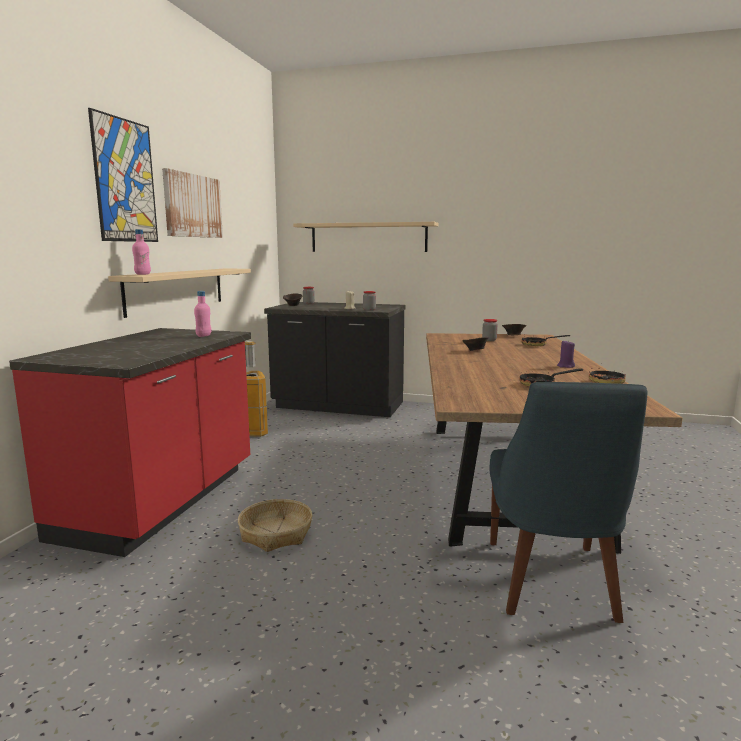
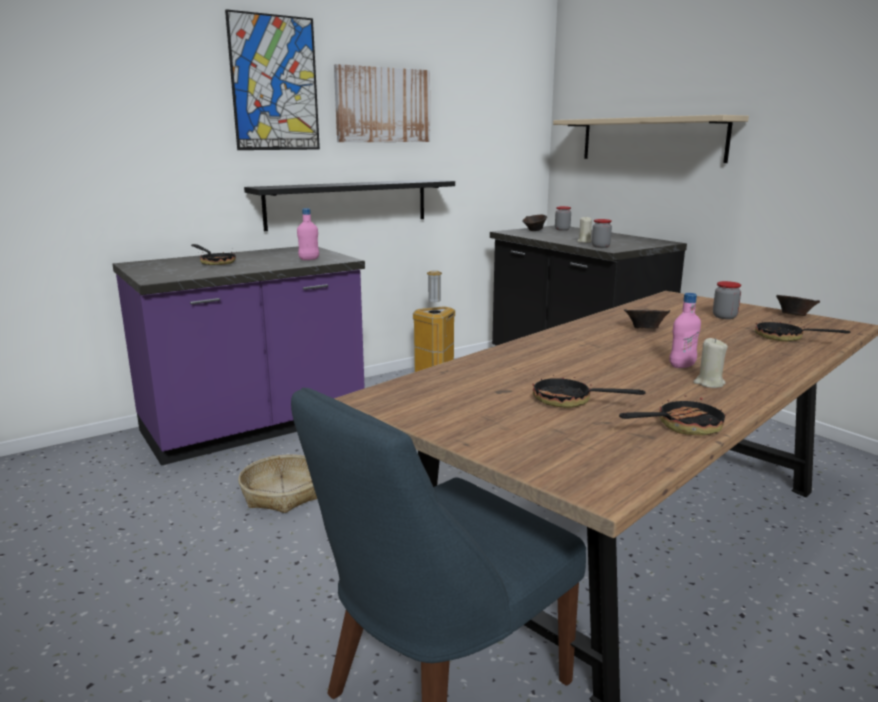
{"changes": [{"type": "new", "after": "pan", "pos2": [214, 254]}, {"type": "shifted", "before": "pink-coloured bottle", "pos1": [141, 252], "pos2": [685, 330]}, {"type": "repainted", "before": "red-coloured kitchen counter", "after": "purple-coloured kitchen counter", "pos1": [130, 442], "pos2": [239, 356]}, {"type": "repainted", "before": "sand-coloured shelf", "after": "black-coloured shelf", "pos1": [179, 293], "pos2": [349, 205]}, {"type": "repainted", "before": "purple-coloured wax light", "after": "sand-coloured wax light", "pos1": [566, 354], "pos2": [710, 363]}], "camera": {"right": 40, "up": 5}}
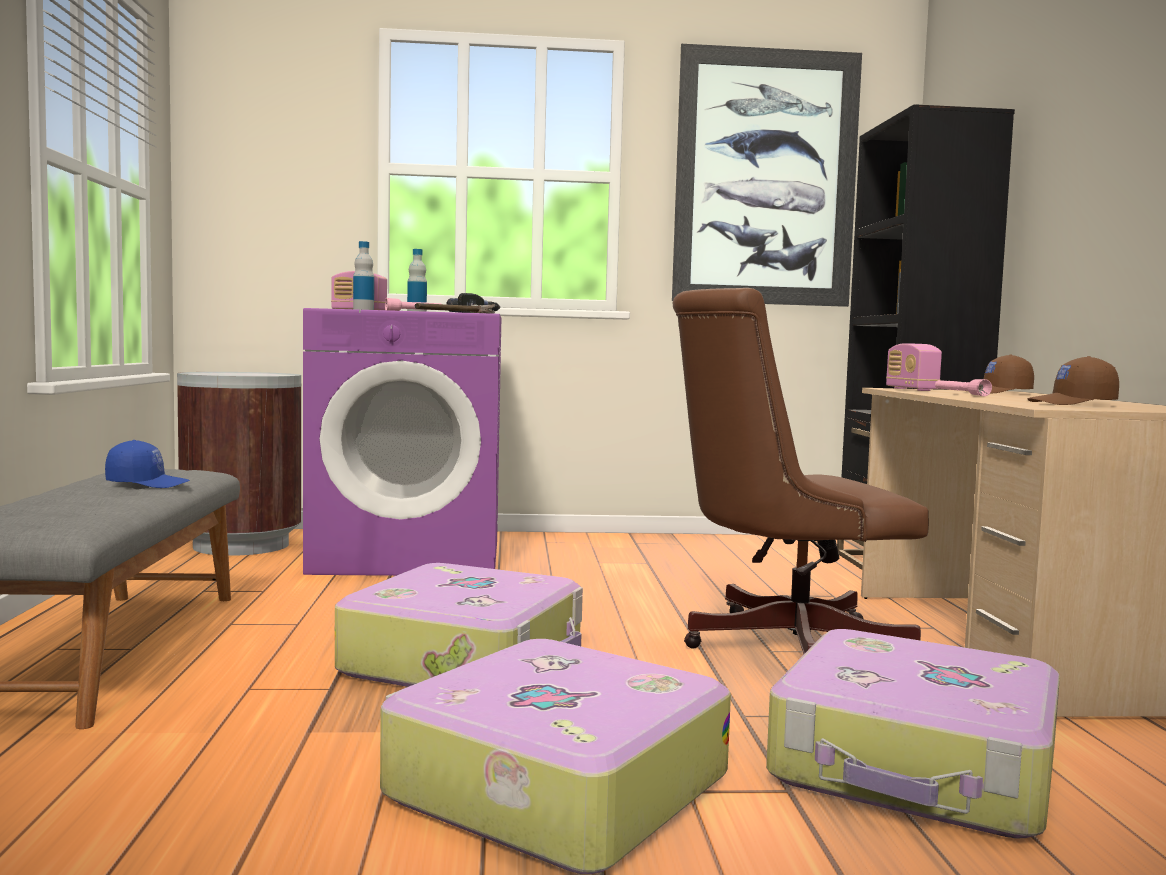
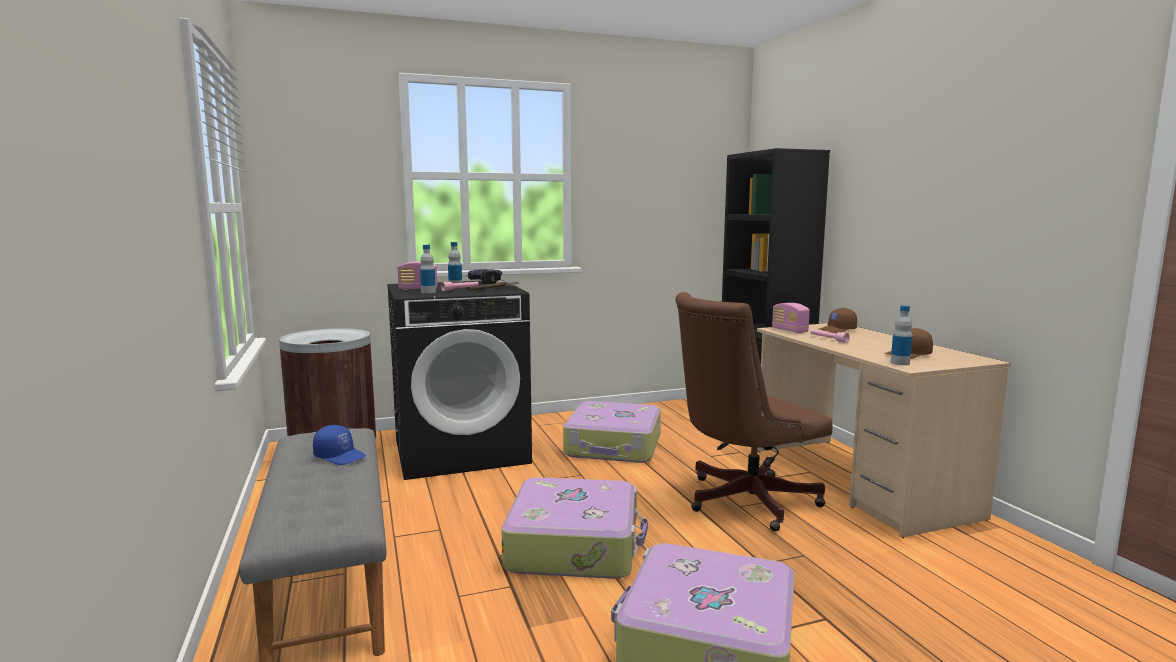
{"changes": [{"type": "gone", "before": "picture", "pos1": [767, 175]}, {"type": "new", "after": "bottle", "pos2": [901, 335]}, {"type": "shifted", "before": "suitcase", "pos1": [913, 733], "pos2": [612, 432]}, {"type": "repainted", "before": "purple-coloured laundry appliance", "after": "black-coloured laundry appliance", "pos1": [402, 442], "pos2": [459, 380]}, {"type": "rotated", "before": "blue-coloured peaked cap", "pos1": [147, 464], "pos2": [339, 445], "turn": 45}], "camera": {"right": -15, "up": 5}}
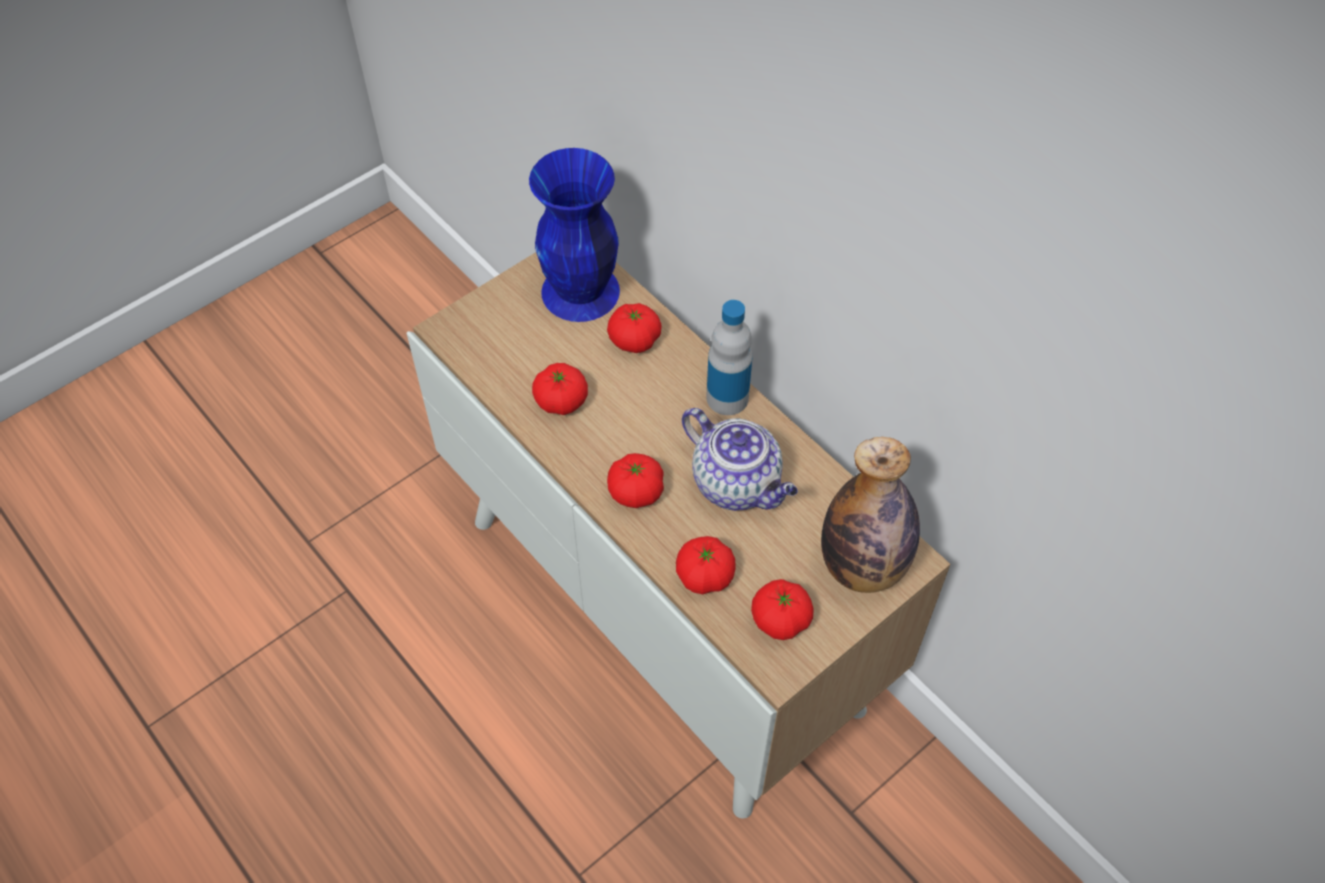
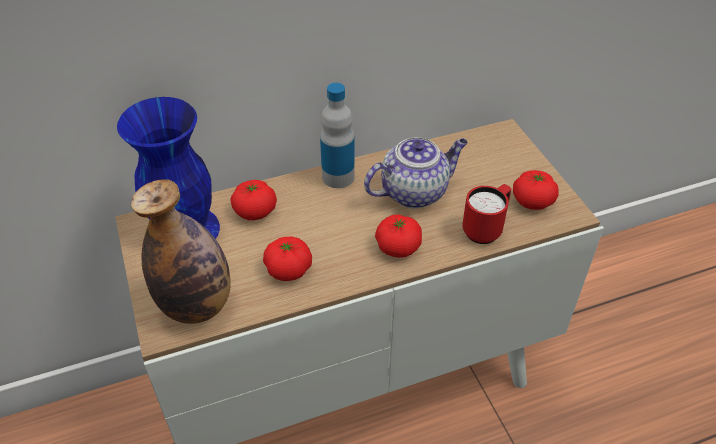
{"changes": [{"type": "shifted", "before": "bottle", "pos1": [870, 515], "pos2": [181, 251]}, {"type": "swapped", "before": "whole tomato", "after": "red-coloured tea mug", "pos1": [706, 565], "pos2": [486, 214]}], "camera": {"right": -70, "up": -10}}
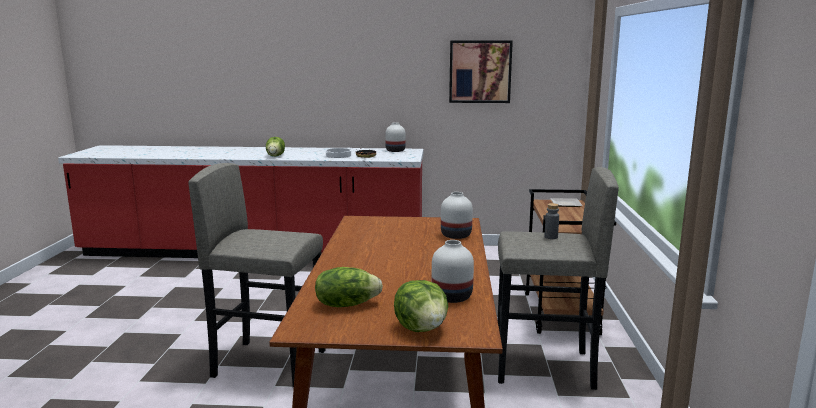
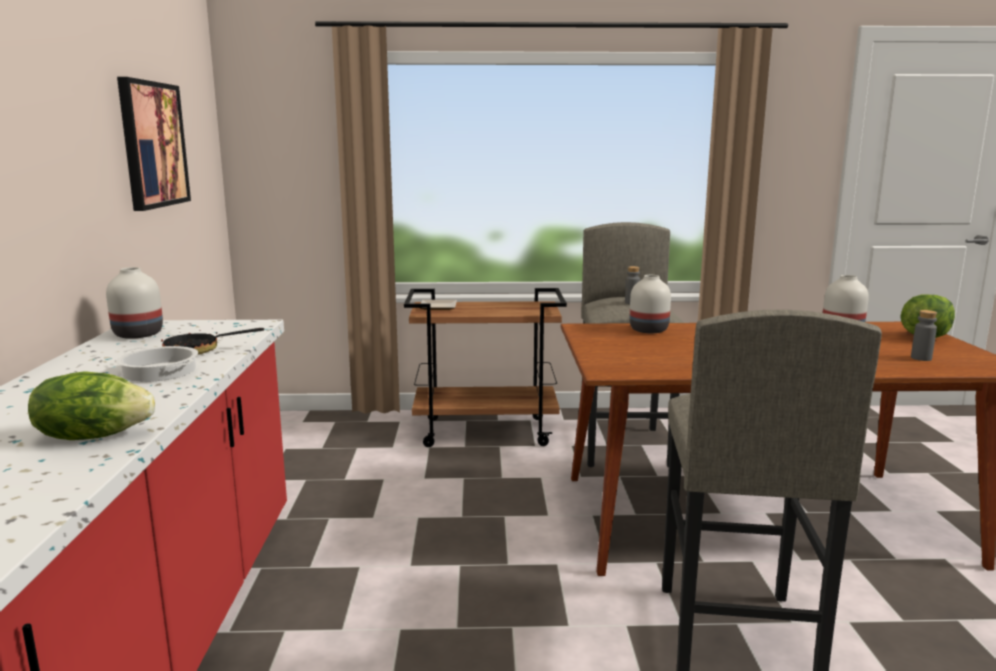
{"changes": [{"type": "swapped", "before": "lettuce head", "after": "grey bottle", "pos1": [349, 287], "pos2": [924, 335]}], "camera": {"right": -95, "up": 0}}
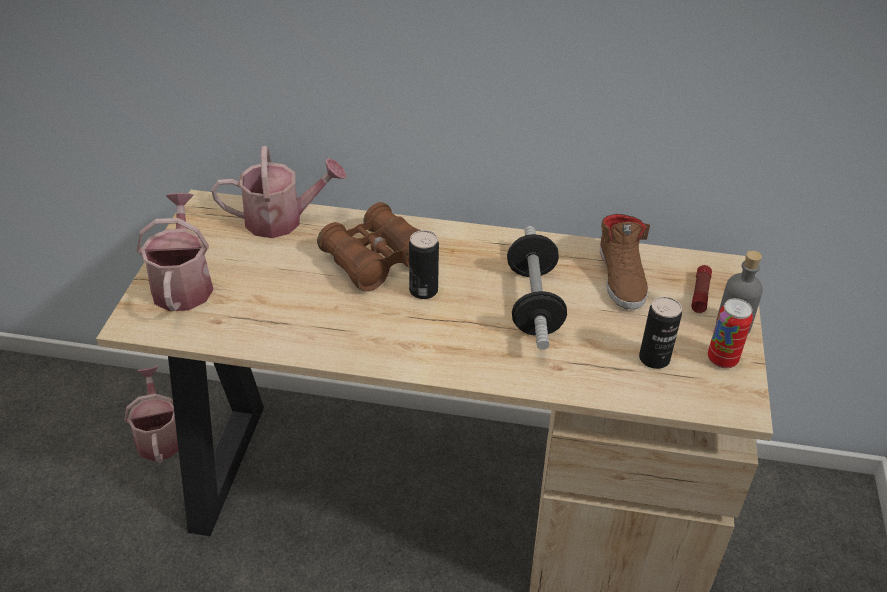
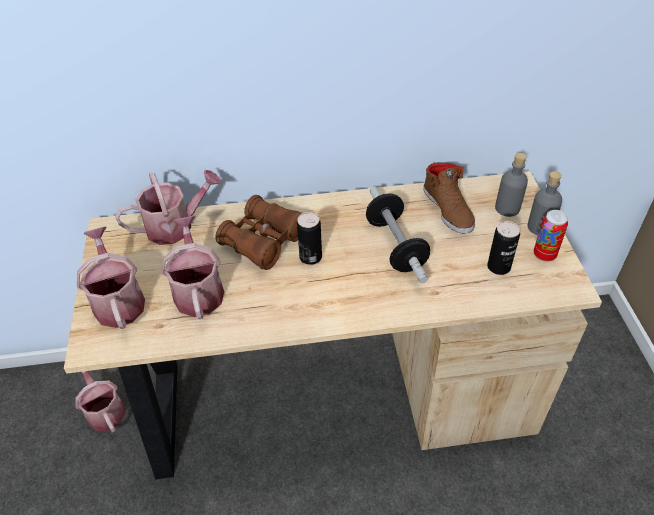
{"changes": [{"type": "new", "after": "watering can", "pos2": [192, 267]}, {"type": "swapped", "before": "torch", "after": "grey bottle", "pos1": [702, 289], "pos2": [511, 185]}], "camera": {"right": -15, "up": 5}}
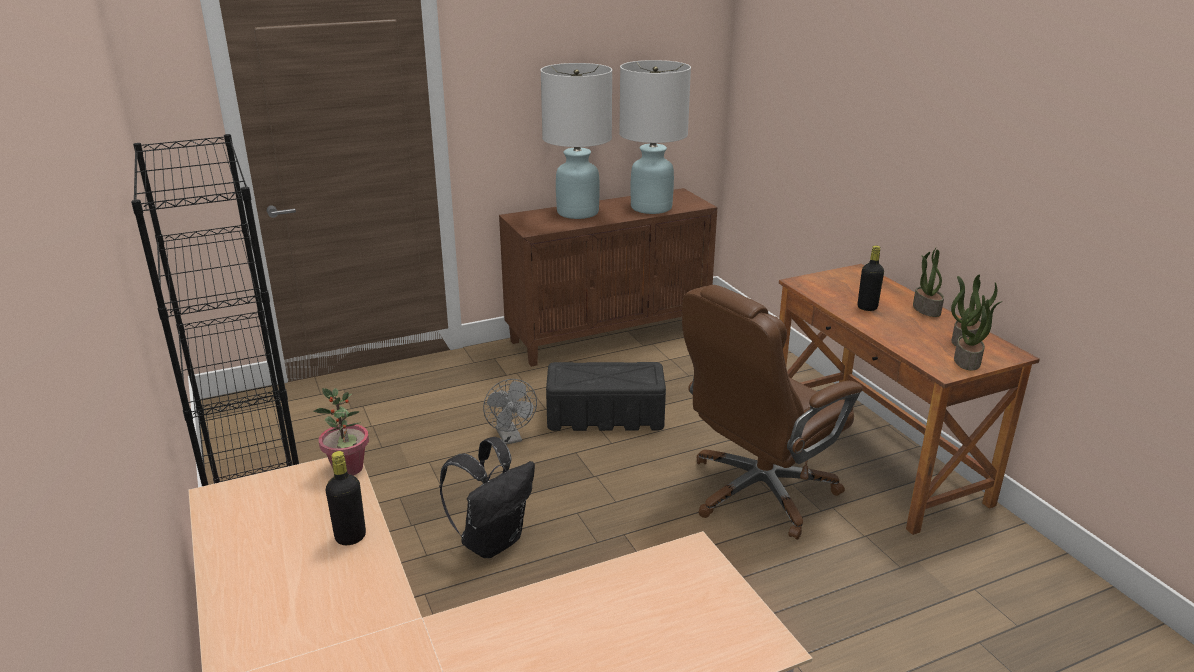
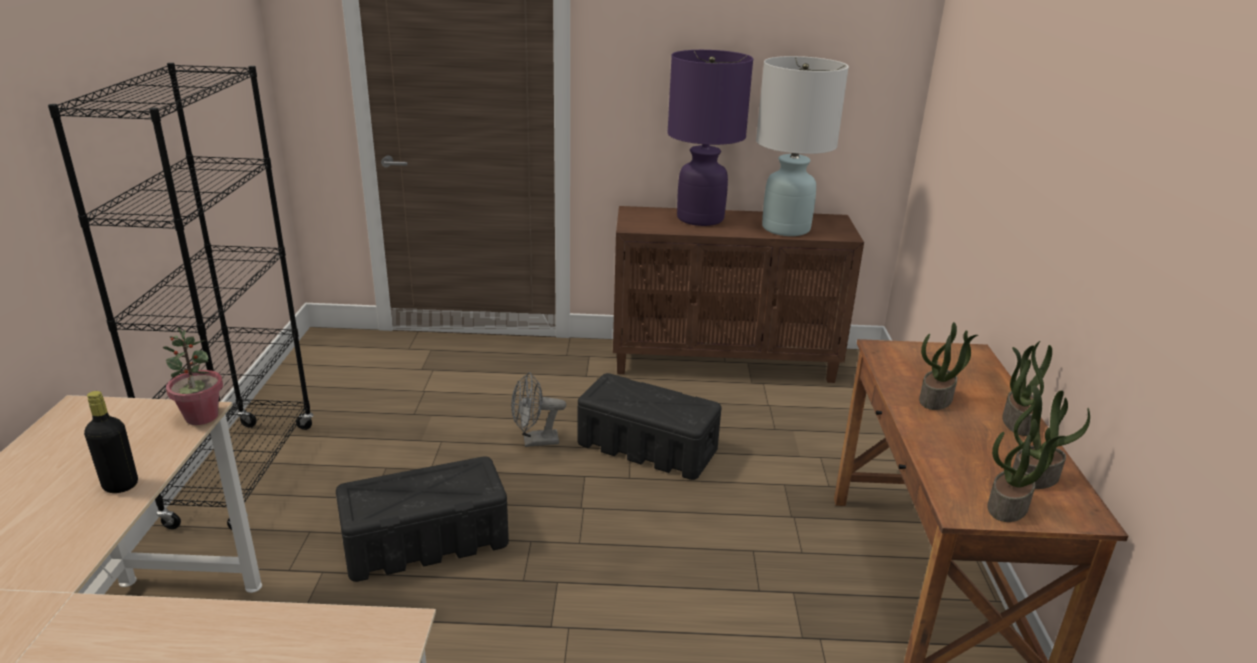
{"changes": [{"type": "gone", "before": "brown desk chair", "pos1": [772, 412]}, {"type": "swapped", "before": "black-coloured backpack", "after": "black-coloured storage container", "pos1": [487, 497], "pos2": [422, 519]}, {"type": "swapped", "before": "black-coloured bottle", "after": "potted plant", "pos1": [871, 278], "pos2": [948, 366]}, {"type": "repainted", "before": "whitish lamp for a table", "after": "purple-coloured lamp for a table", "pos1": [576, 141], "pos2": [710, 138]}, {"type": "rotated", "before": "grey fan", "pos1": [510, 412], "pos2": [538, 409], "turn": 75}], "camera": {"right": 25, "up": 0}}
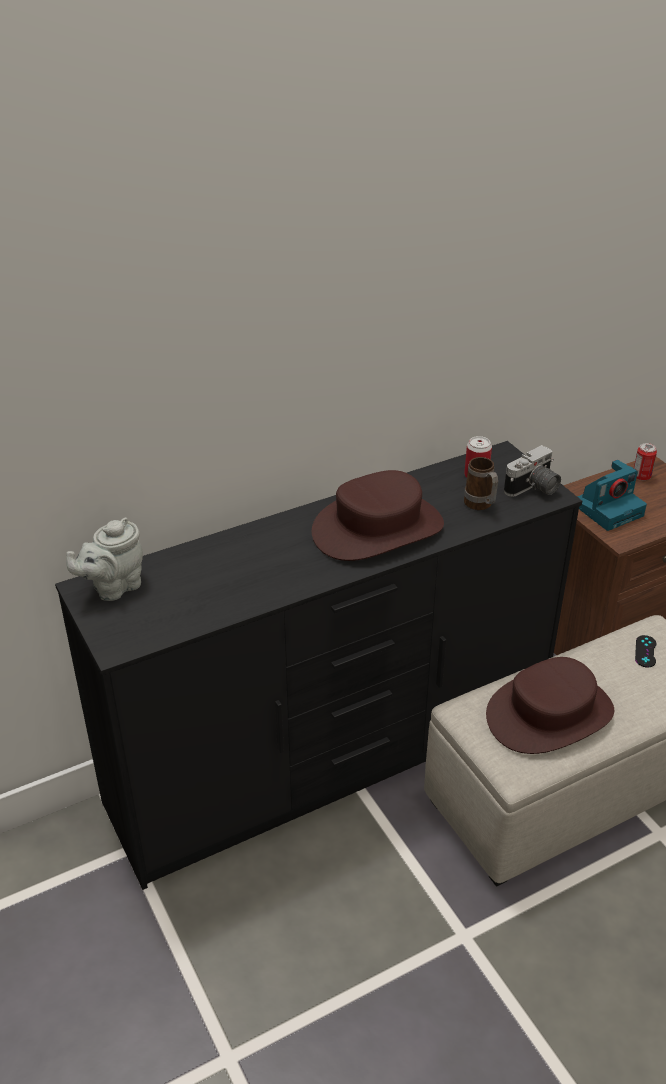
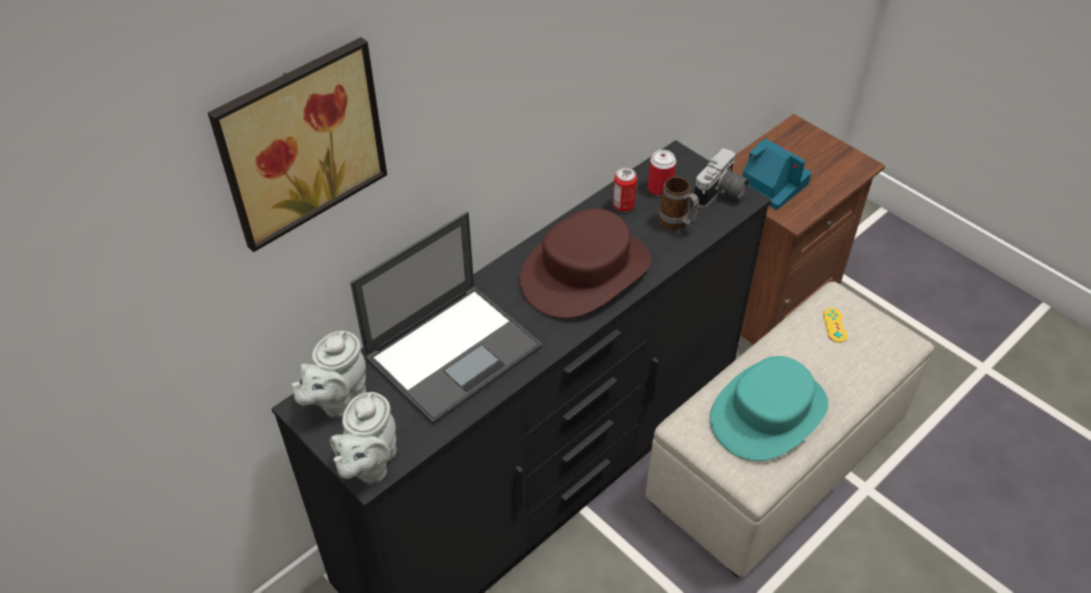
{"changes": [{"type": "new", "after": "picture", "pos2": [297, 144]}, {"type": "new", "after": "grey pot for tea", "pos2": [363, 438]}, {"type": "new", "after": "portable computer", "pos2": [446, 318]}, {"type": "shifted", "before": "can", "pos1": [645, 461], "pos2": [625, 190]}, {"type": "repainted", "before": "brown hat", "after": "blue-green hat", "pos1": [550, 705], "pos2": [769, 408]}, {"type": "repainted", "before": "black-coloured gamepad", "after": "yellow gamepad", "pos1": [646, 651], "pos2": [835, 325]}, {"type": "rotated", "before": "photo camera", "pos1": [612, 495], "pos2": [776, 174], "turn": -90}], "camera": {"right": -15, "up": 10}}
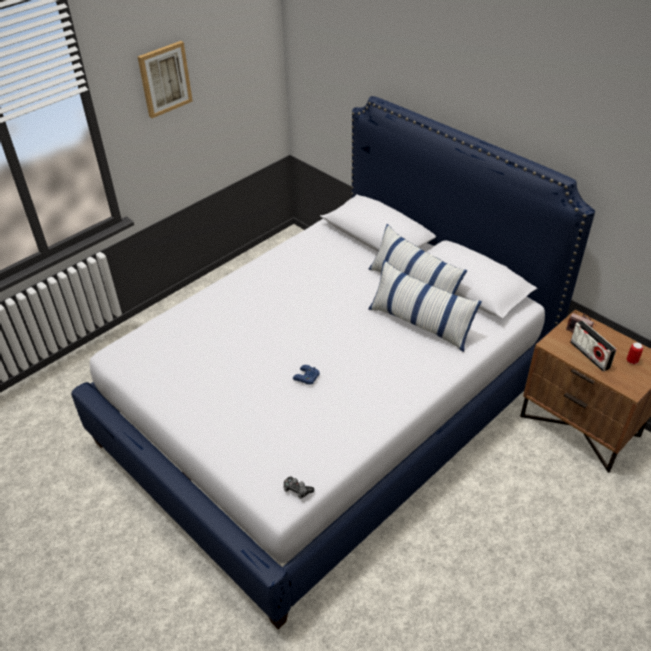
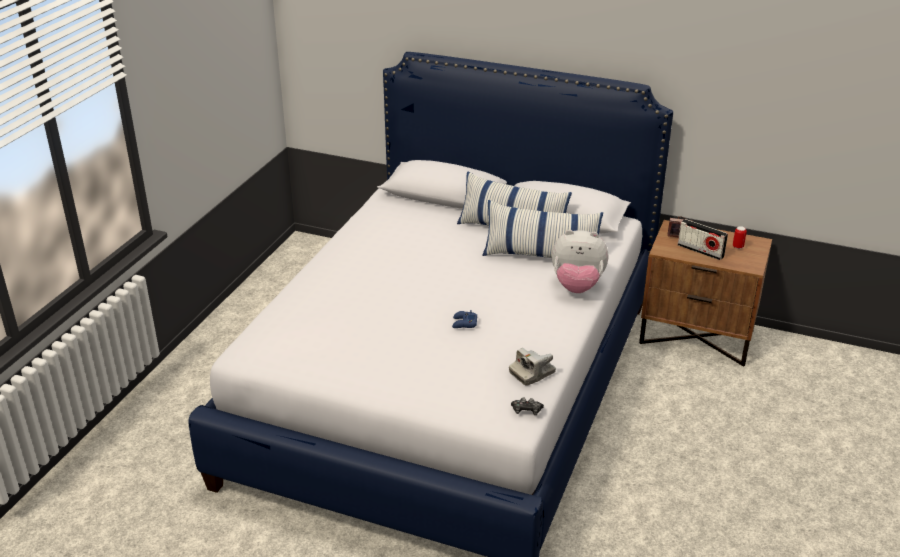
{"changes": [{"type": "gone", "before": "picture", "pos1": [165, 79]}, {"type": "new", "after": "photo camera", "pos2": [532, 367]}, {"type": "new", "after": "plush toy", "pos2": [580, 261]}], "camera": {"right": -25, "up": -10}}
